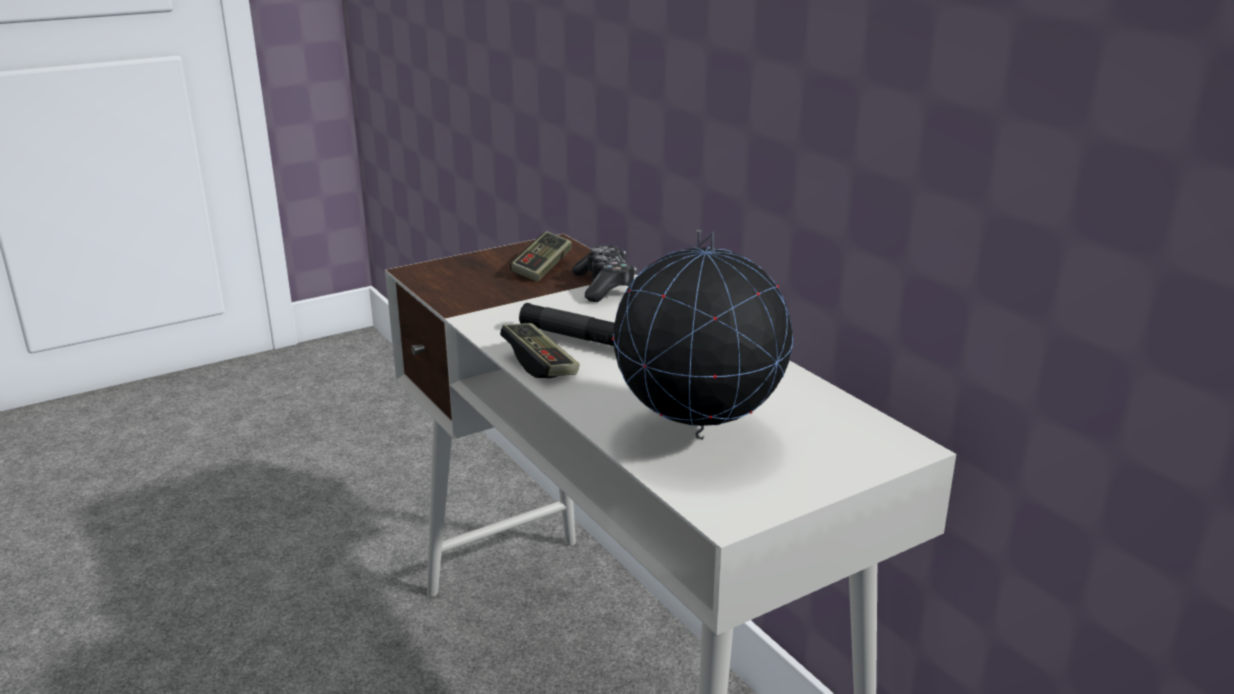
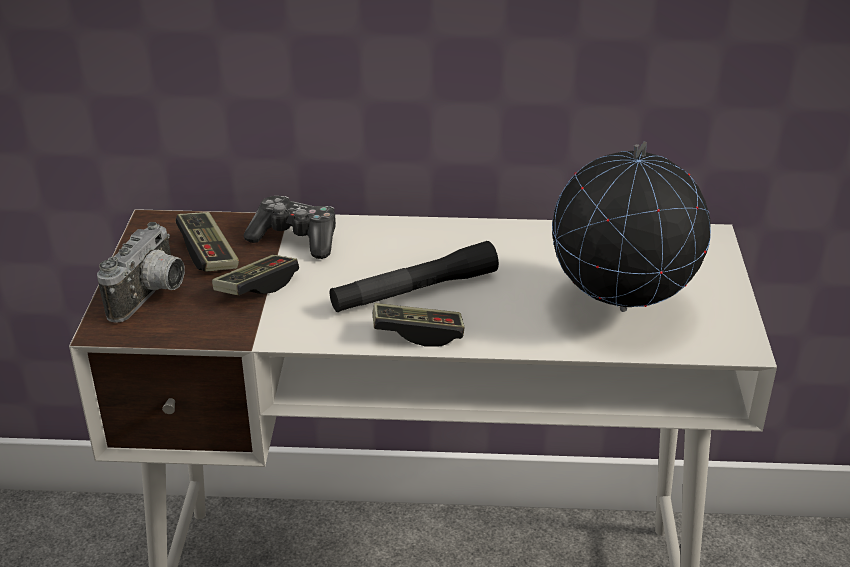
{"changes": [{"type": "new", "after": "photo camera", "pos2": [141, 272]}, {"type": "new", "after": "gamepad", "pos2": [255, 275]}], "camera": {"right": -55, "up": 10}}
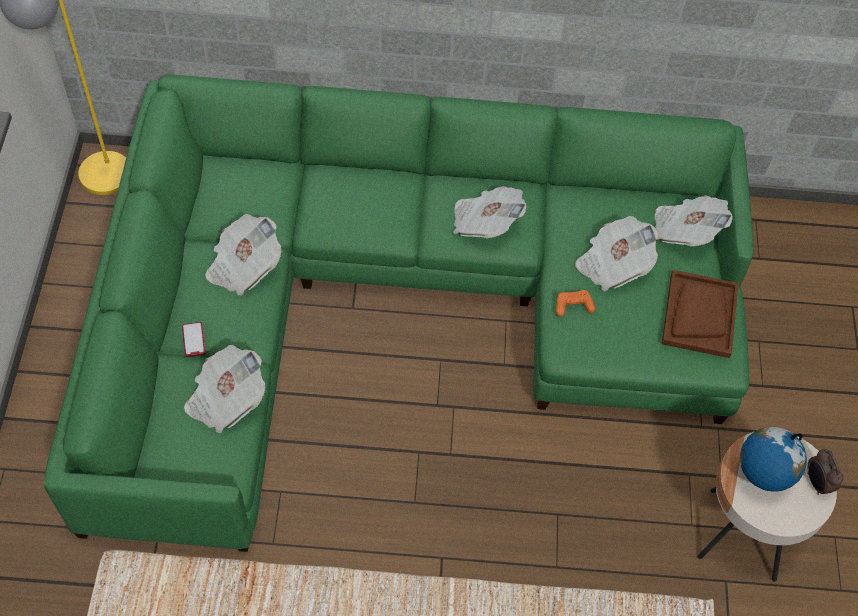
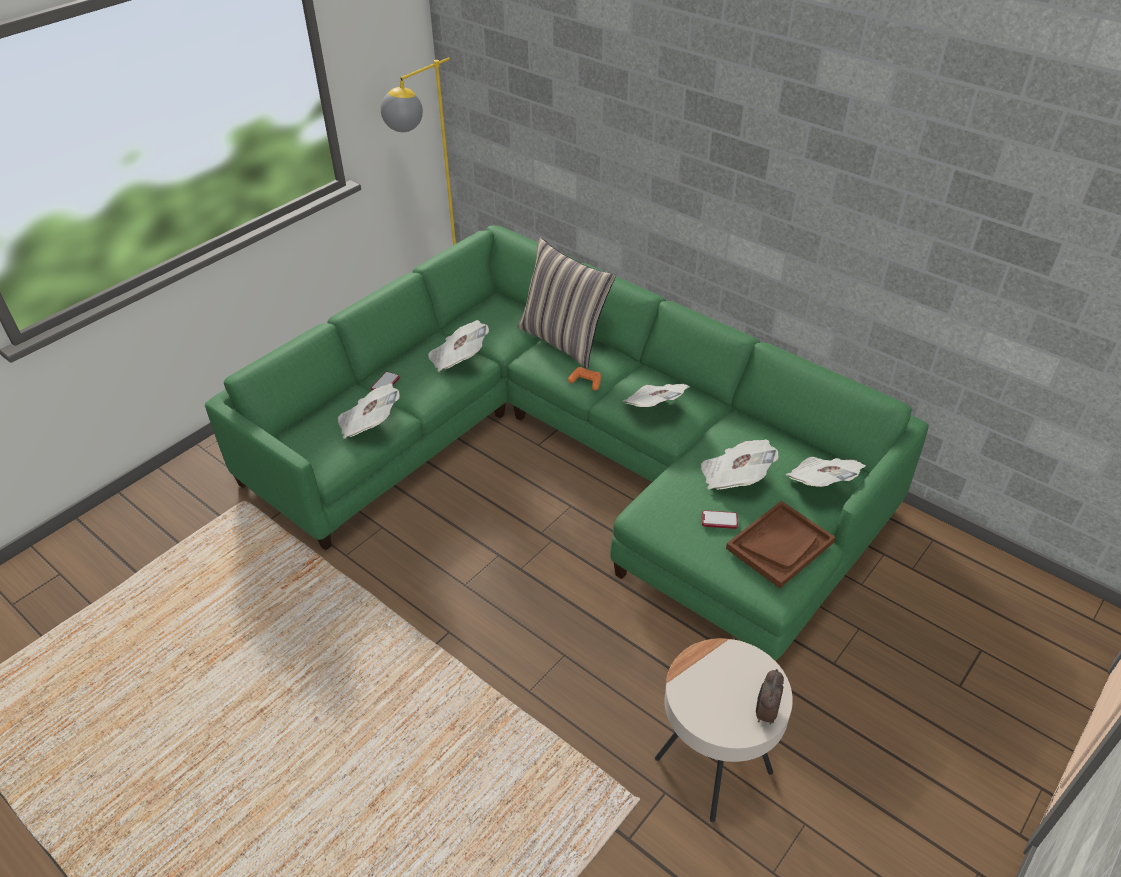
{"changes": [{"type": "gone", "before": "globe", "pos1": [773, 459]}, {"type": "new", "after": "cushion", "pos2": [566, 303]}, {"type": "new", "after": "handset", "pos2": [720, 519]}, {"type": "shifted", "before": "orange gamepad", "pos1": [575, 303], "pos2": [584, 379]}], "camera": {"right": 40, "up": -15}}
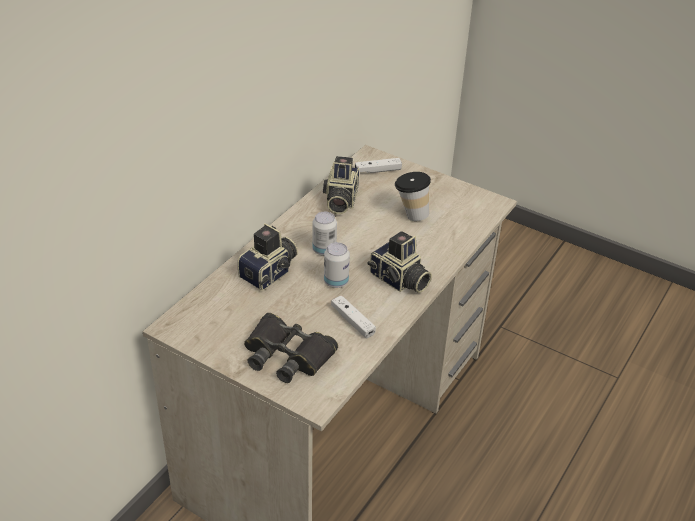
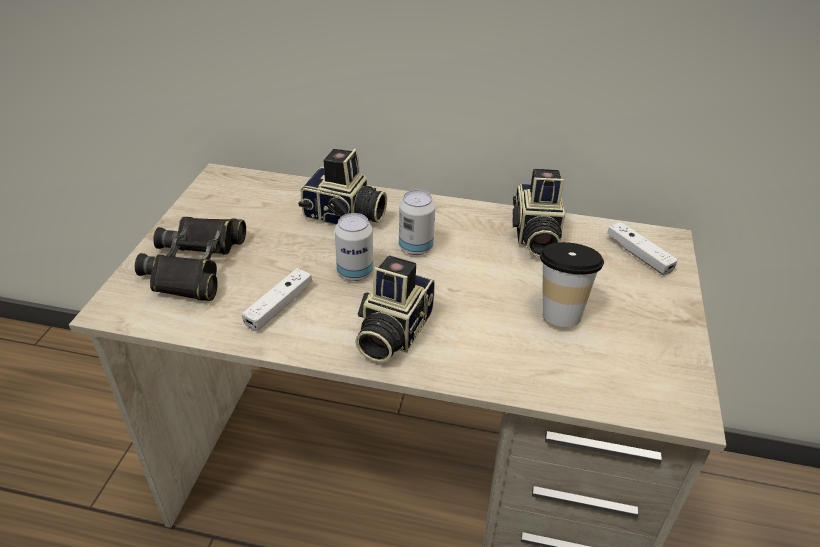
{"changes": [{"type": "rotated", "before": "photo camera", "pos1": [341, 185], "pos2": [538, 213], "turn": -75}], "camera": {"right": 70, "up": 0}}
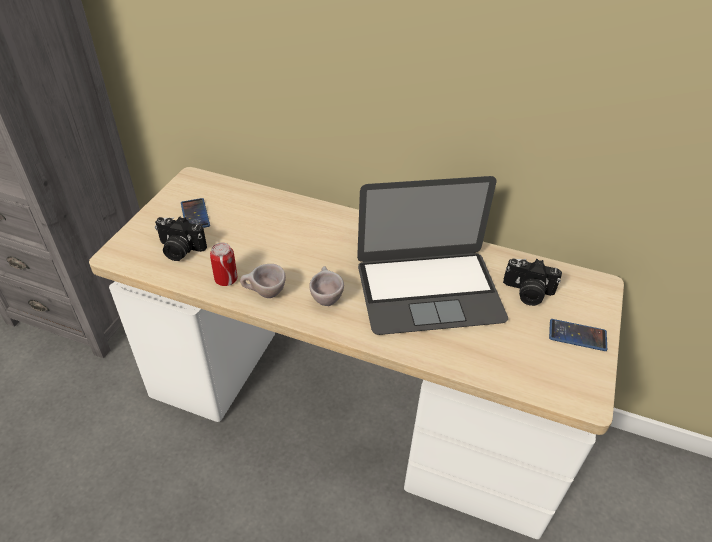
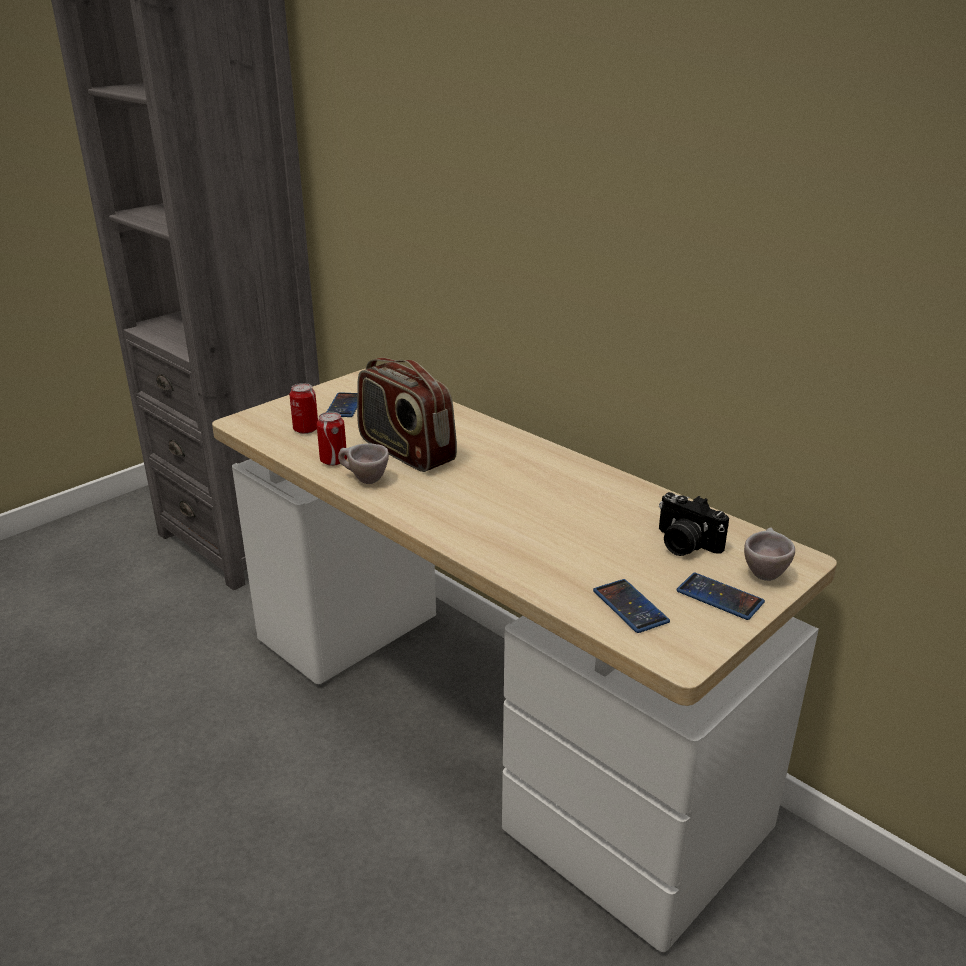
{"changes": [{"type": "gone", "before": "portable computer", "pos1": [432, 255]}, {"type": "new", "after": "radio", "pos2": [407, 414]}, {"type": "new", "after": "handset", "pos2": [631, 606]}, {"type": "shifted", "before": "sand-coloured small cup", "pos1": [326, 286], "pos2": [769, 554]}, {"type": "swapped", "before": "photo camera", "after": "can", "pos1": [181, 239], "pos2": [303, 408]}], "camera": {"right": 25, "up": -15}}
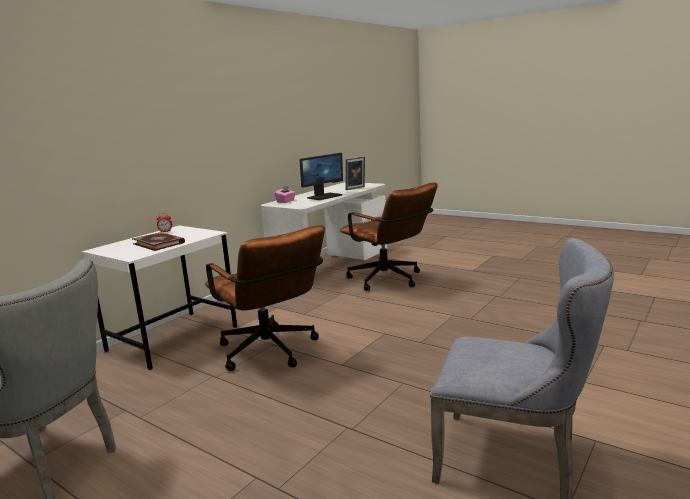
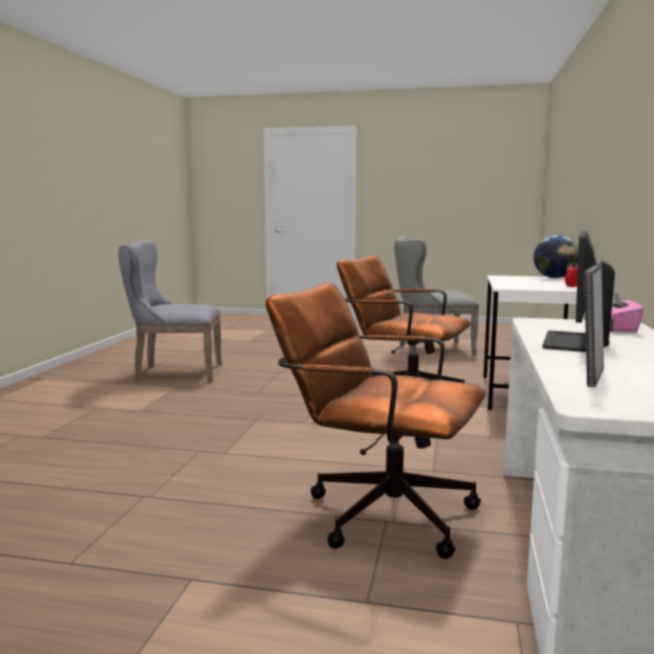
{"changes": [{"type": "gone", "before": "book", "pos1": [158, 241]}, {"type": "new", "after": "globe", "pos2": [555, 256]}], "camera": {"right": 155, "up": -5}}
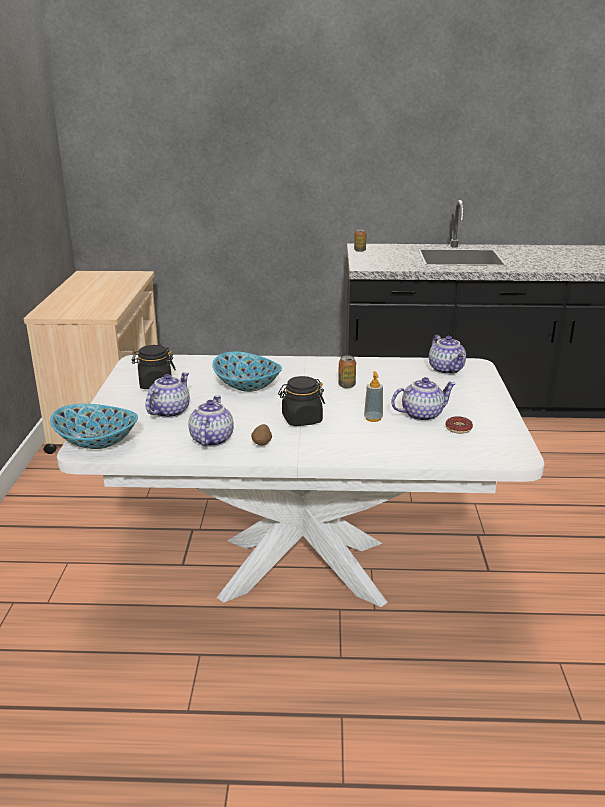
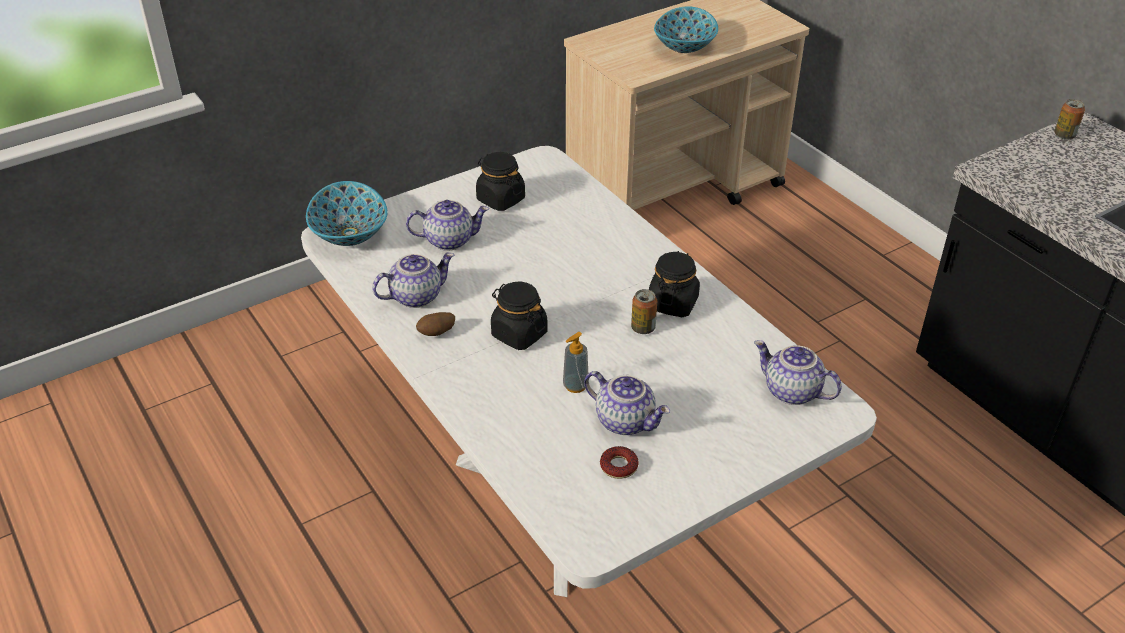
{"changes": [{"type": "new", "after": "black-coloured storage jar", "pos2": [674, 284]}, {"type": "shifted", "before": "bowl", "pos1": [247, 371], "pos2": [686, 29]}, {"type": "rotated", "before": "pot for tea", "pos1": [447, 355], "pos2": [798, 372], "turn": 90}], "camera": {"right": 55, "up": 15}}
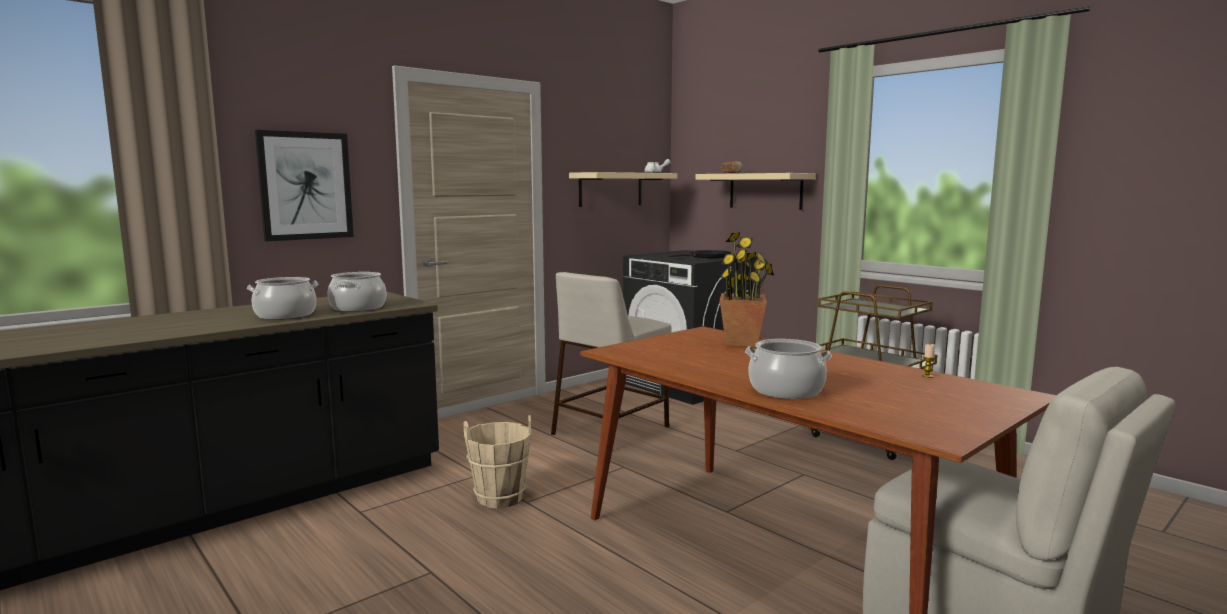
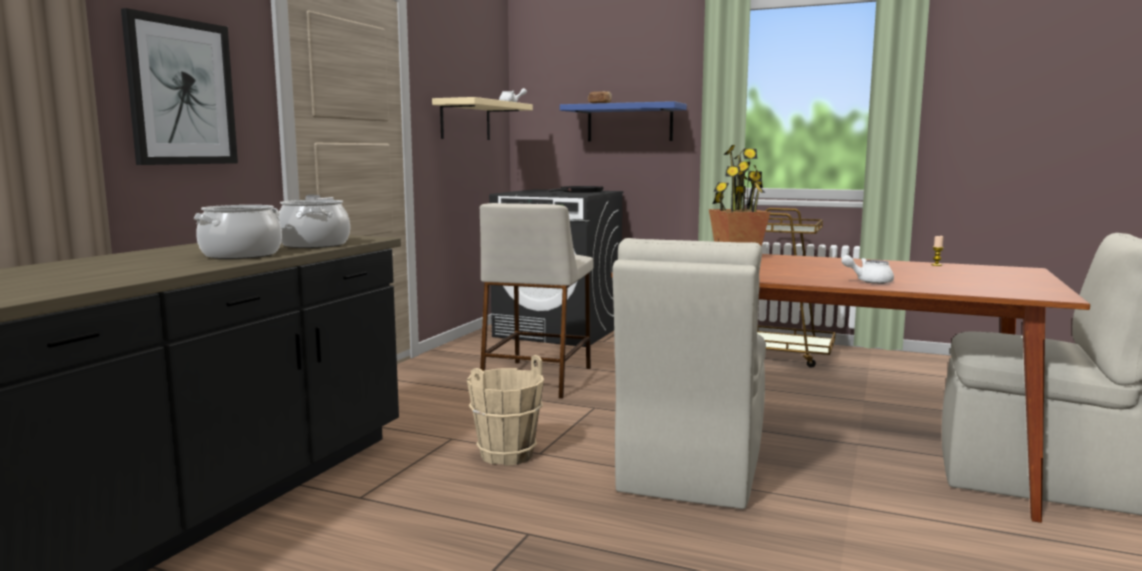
{"changes": [{"type": "new", "after": "sand-coloured chair", "pos2": [689, 373]}, {"type": "swapped", "before": "saucepot", "after": "whitish pot for tea", "pos1": [788, 369], "pos2": [867, 269]}, {"type": "repainted", "before": "sand-coloured shelf", "after": "blue-coloured shelf", "pos1": [755, 191], "pos2": [623, 121]}], "camera": {"right": -25, "up": 0}}
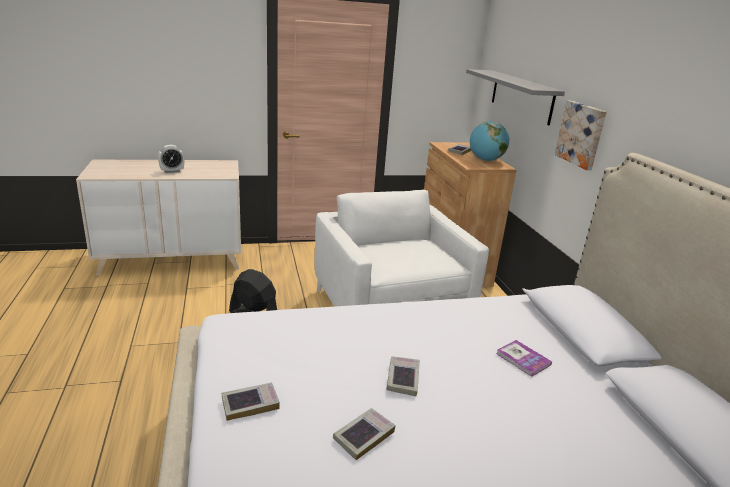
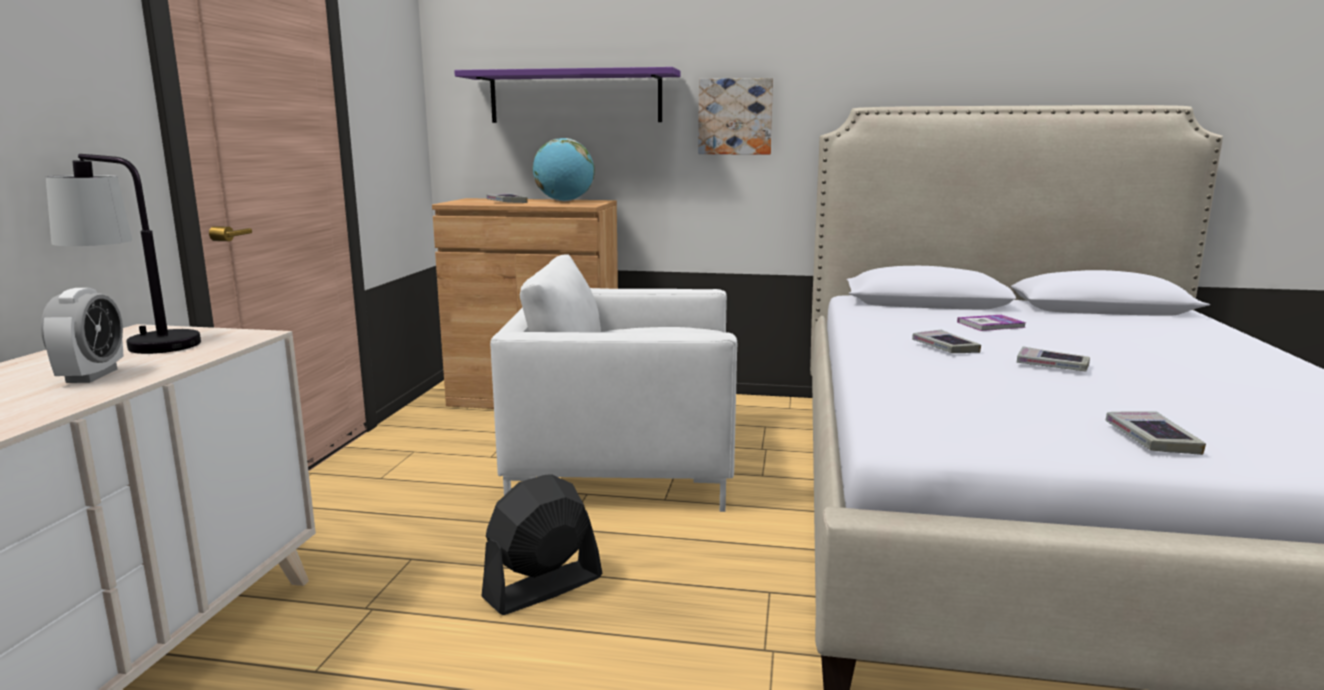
{"changes": [{"type": "new", "after": "lamp for a table", "pos2": [123, 254]}, {"type": "shifted", "before": "book", "pos1": [364, 434], "pos2": [946, 341]}, {"type": "repainted", "before": "grey shelf", "after": "purple-coloured shelf", "pos1": [515, 97], "pos2": [567, 95]}], "camera": {"right": -65, "up": -10}}
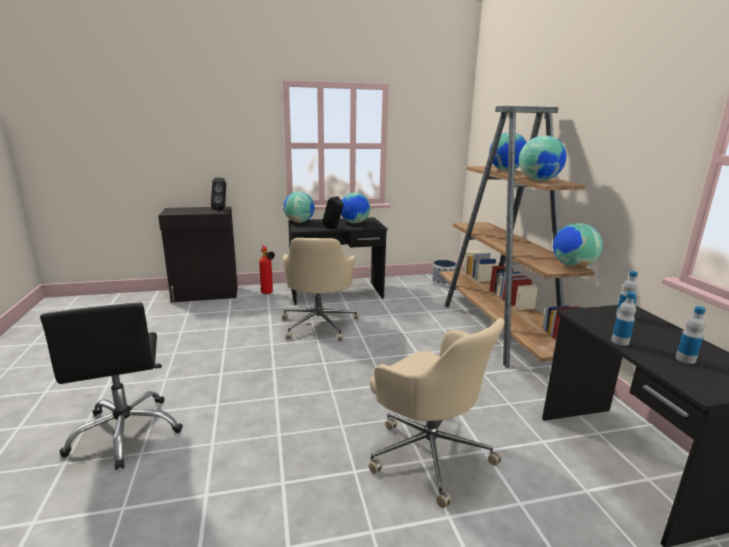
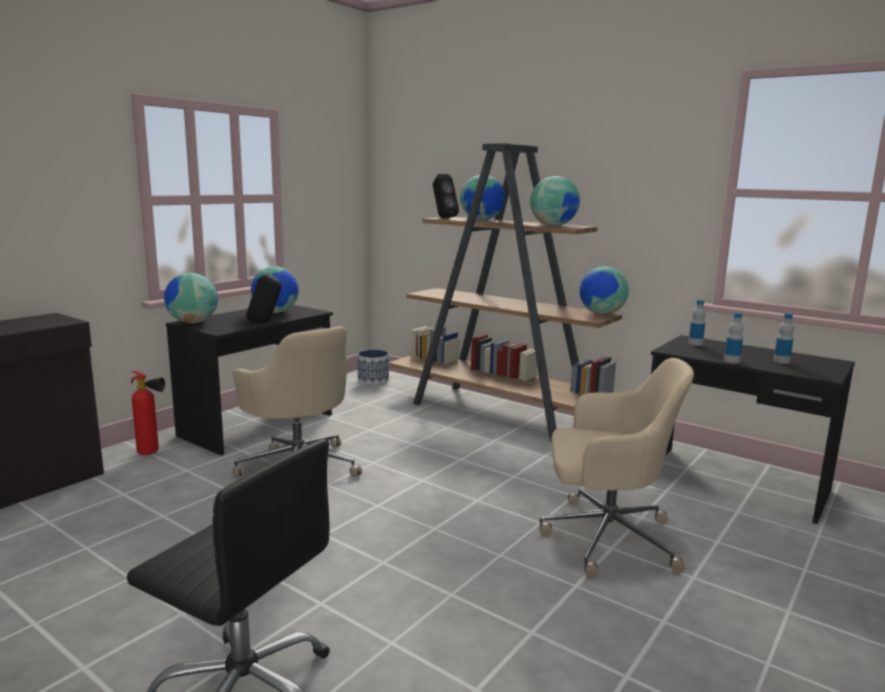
{"changes": [{"type": "shifted", "before": "black-coloured loudspeaker", "pos1": [218, 194], "pos2": [446, 196]}], "camera": {"right": -40, "up": -5}}
